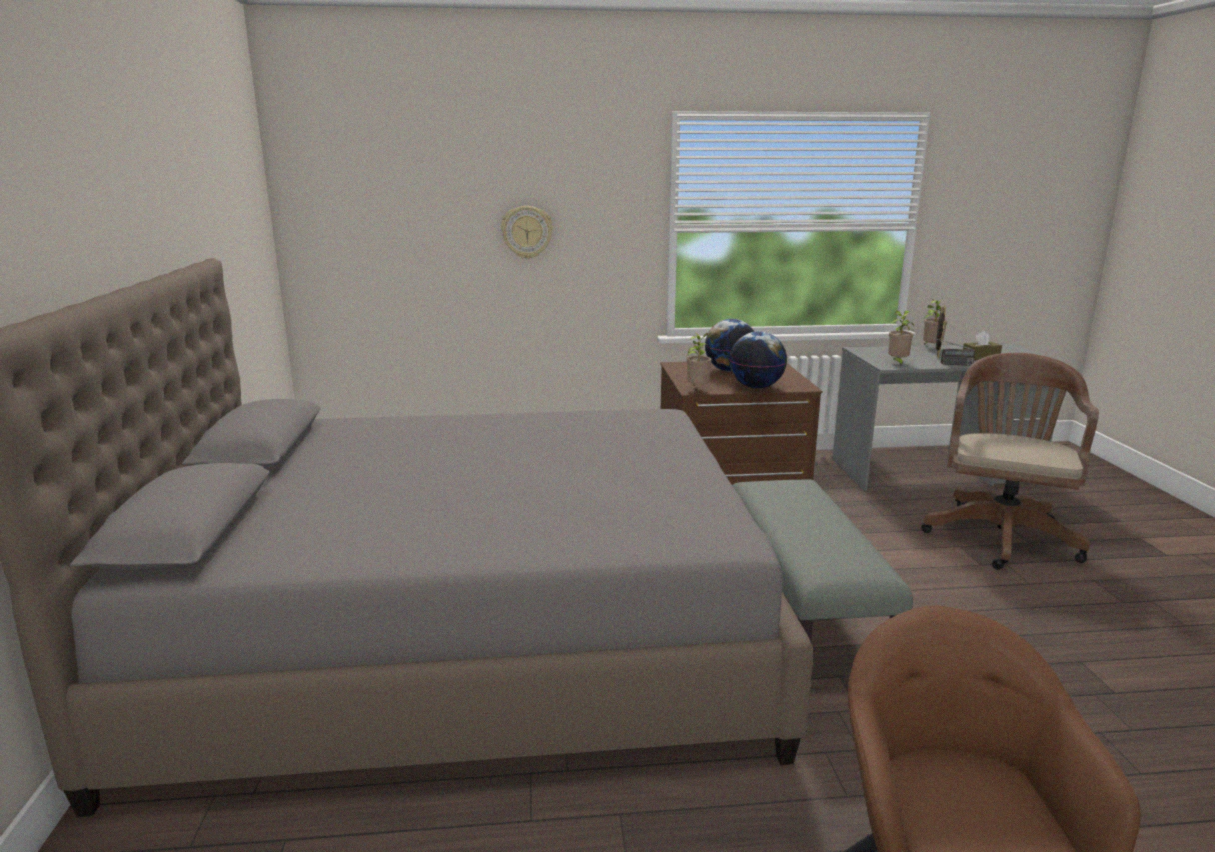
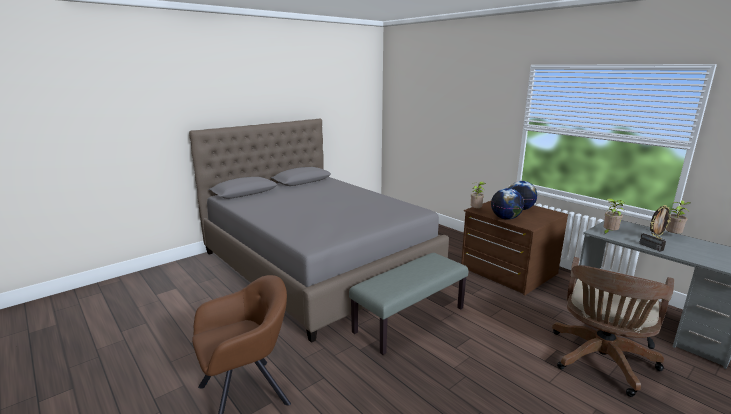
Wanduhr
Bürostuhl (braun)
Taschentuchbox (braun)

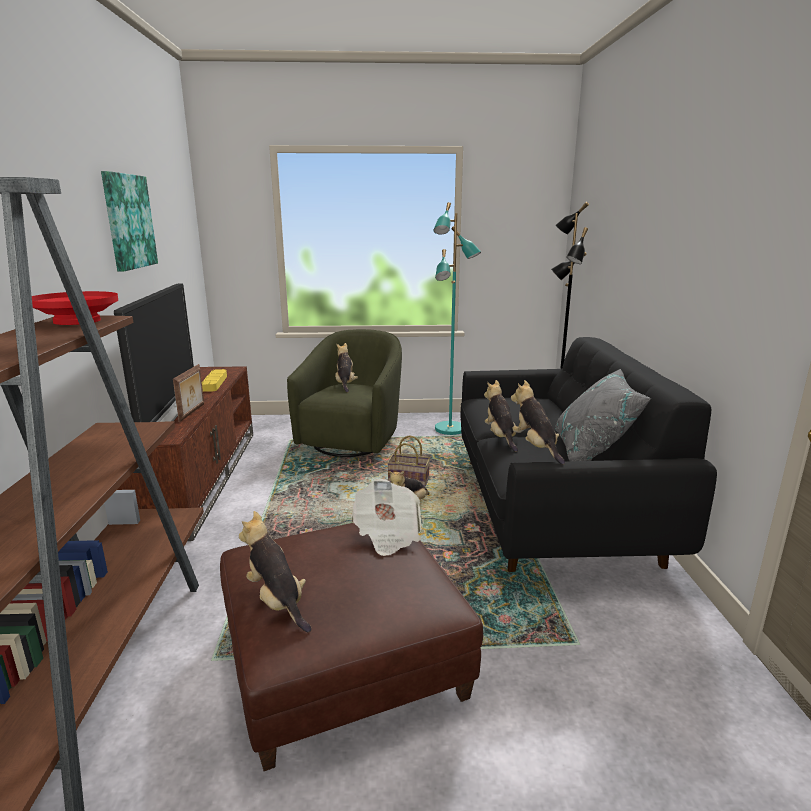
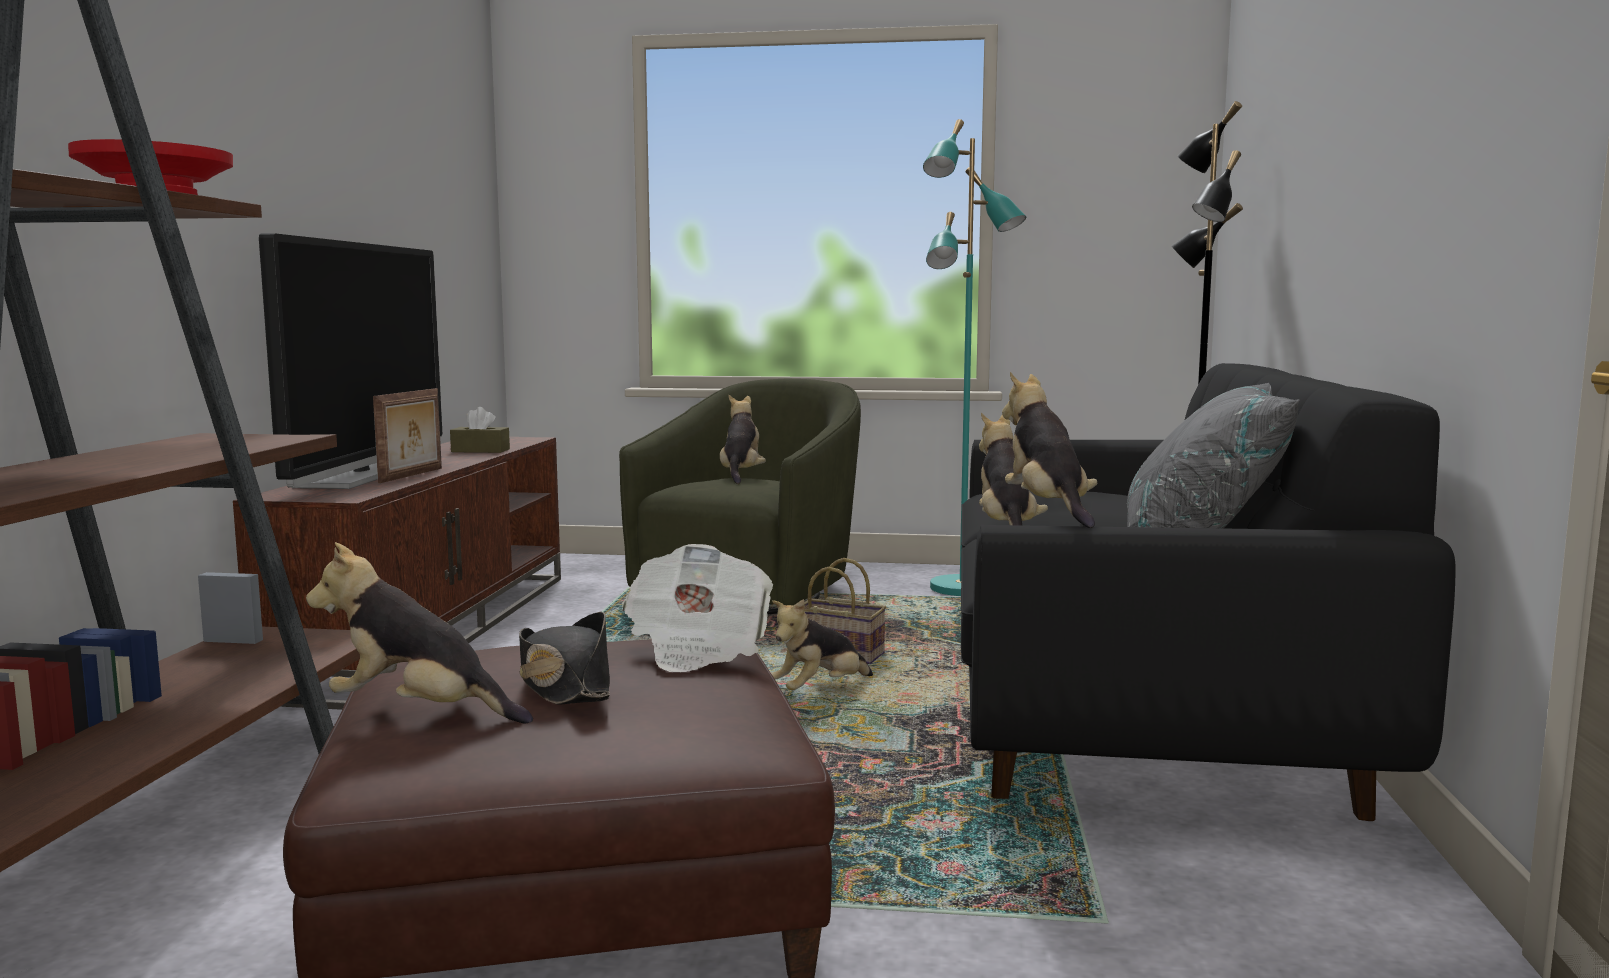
Bild
Taschentuchbox (braun)
Plüschtier (no. 1 from left)
Hut (schwarz)

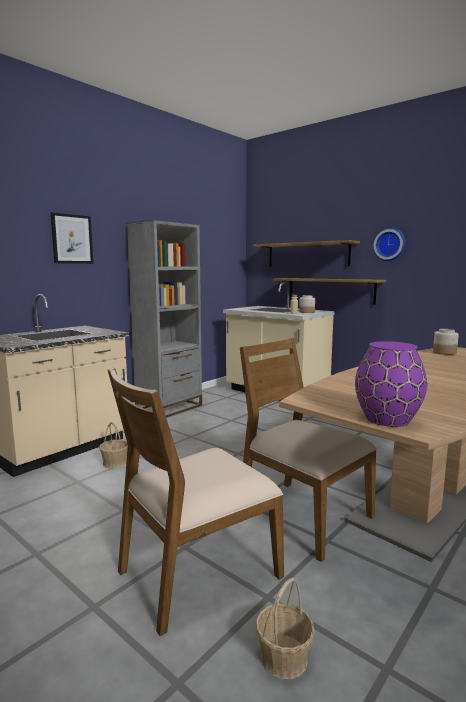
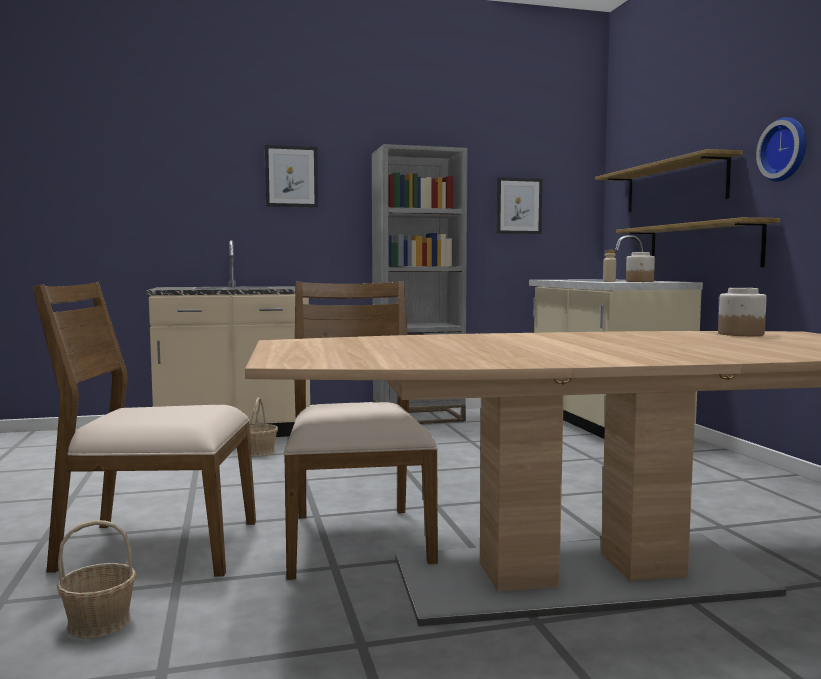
Vase (lila)
Bild (no. 2 from left)

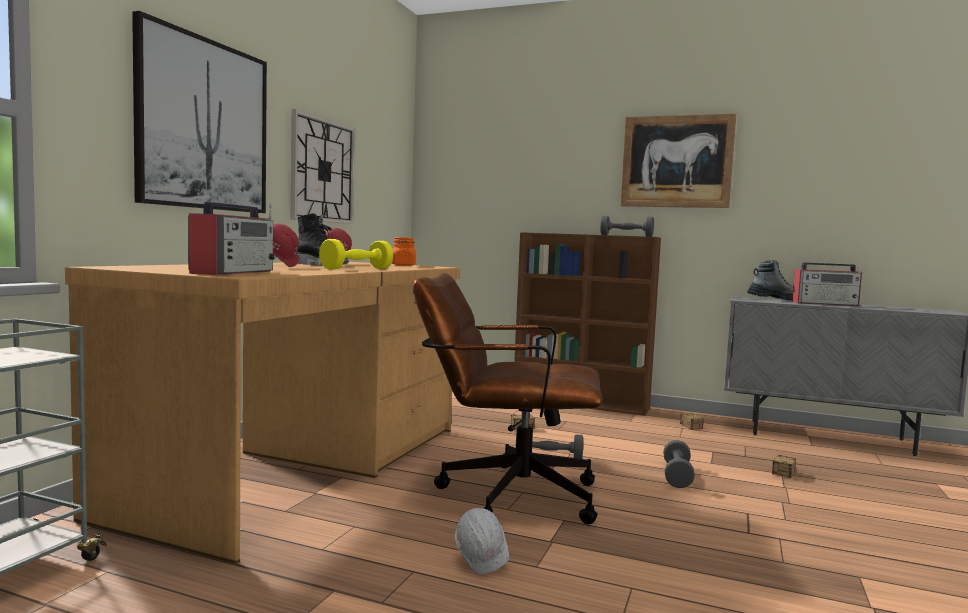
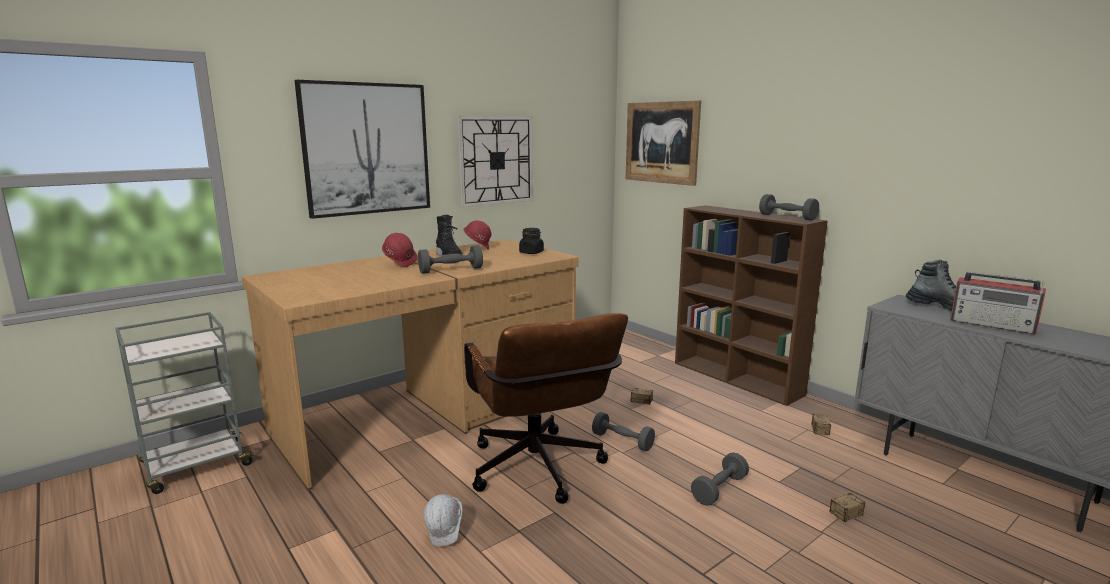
Radio (no. 1 from left in the first image)
Hantel (grau) (no. 1 from left)
Vorratsglas (schwarz)
Bürostuhl (braun)
Bild (no. 2 from left)

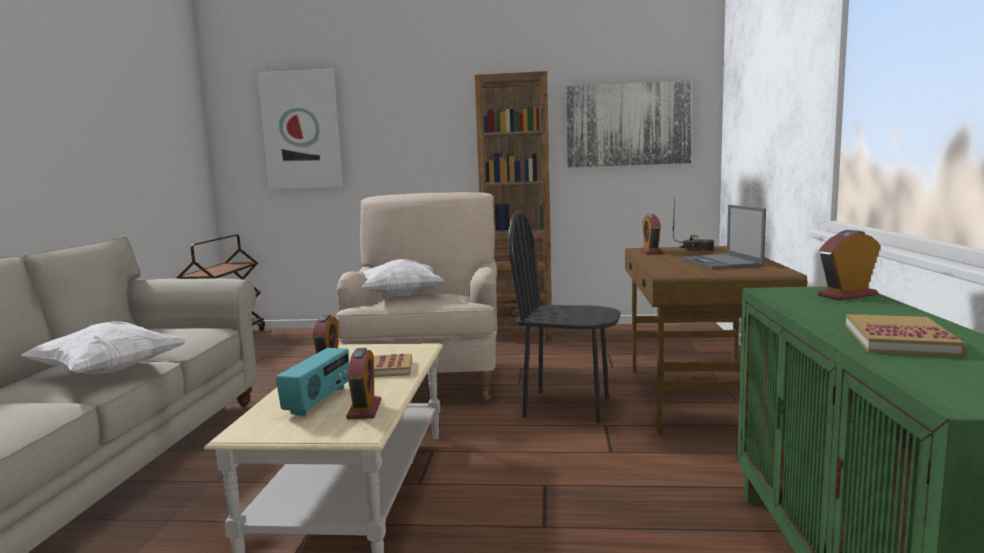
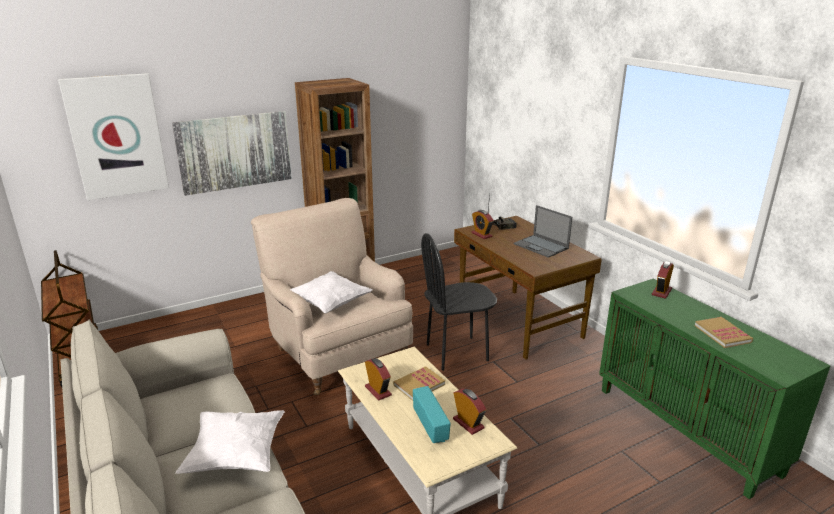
Bild (no. 2 from left)

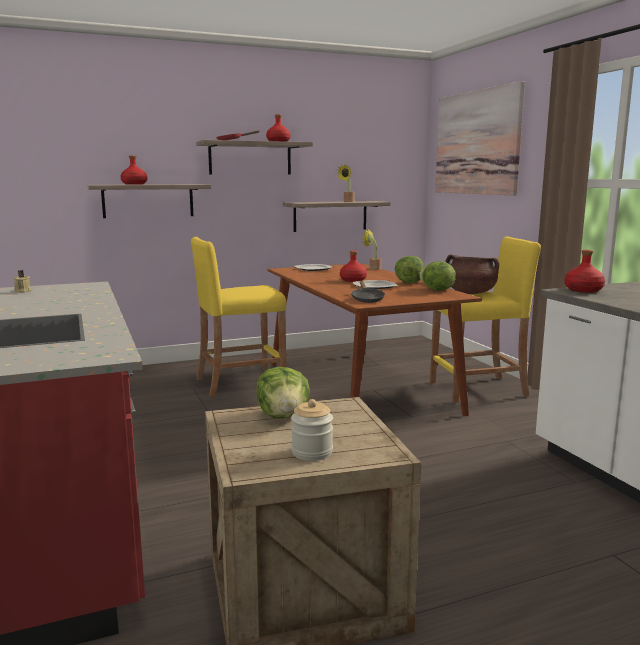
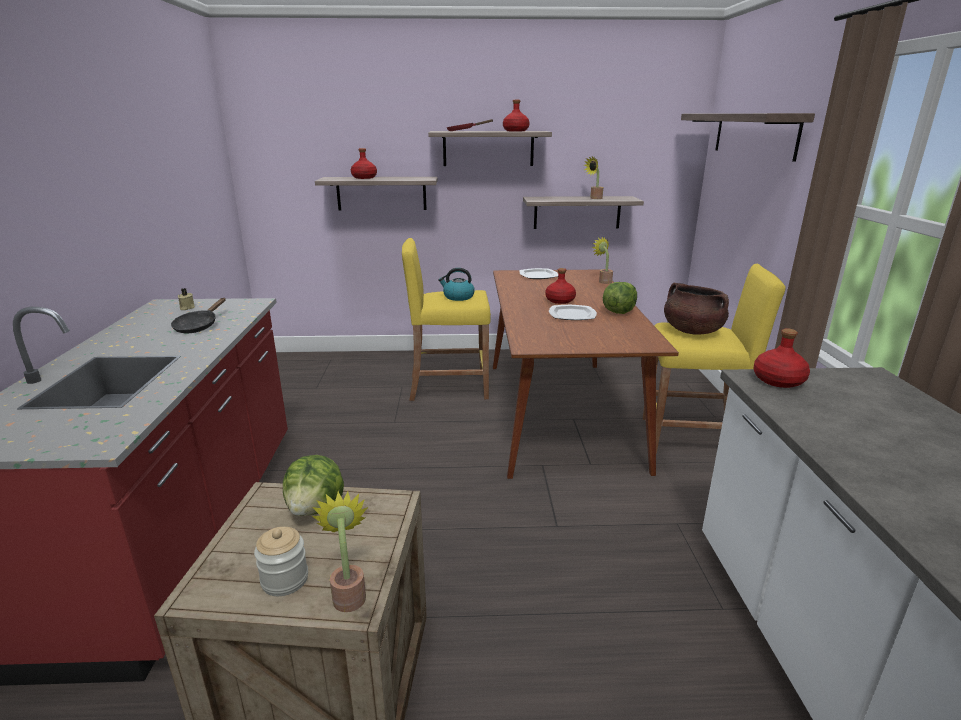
Pfanne (schwarz)
Salatkopf (no. 3 from left in the first image)
Wandregal (no. 4 from left)
Topfpflanze (no. 1 from left)
Wasserkessel

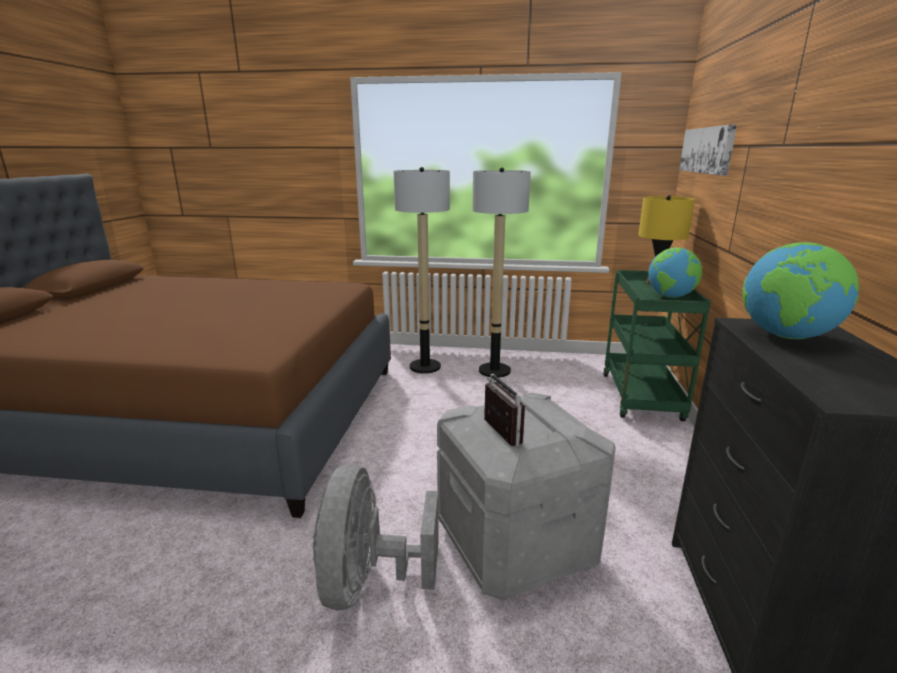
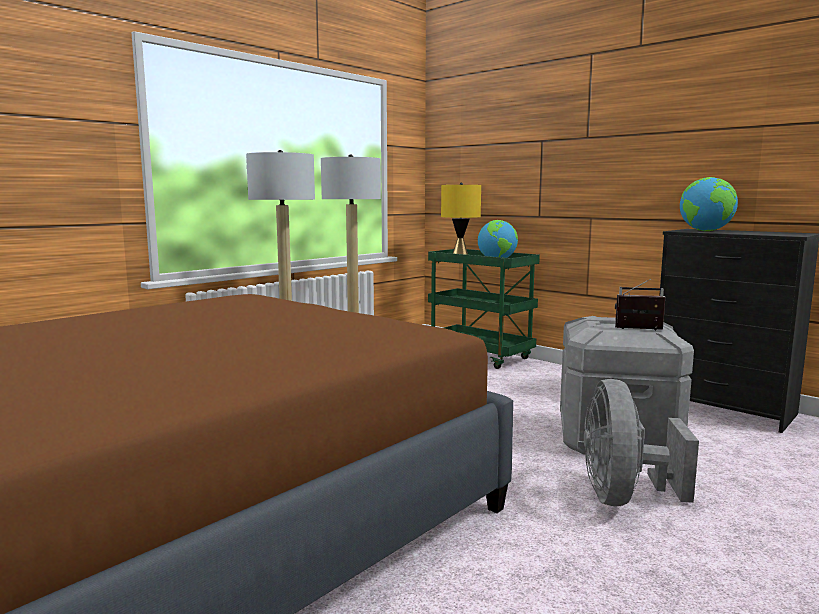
Ventilator (grau)
Bild

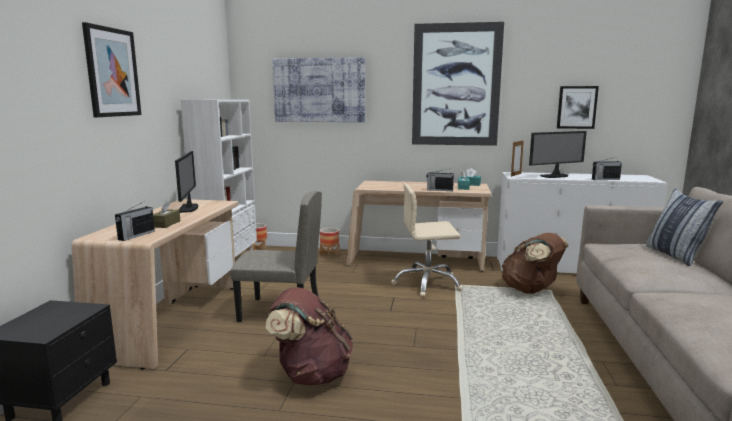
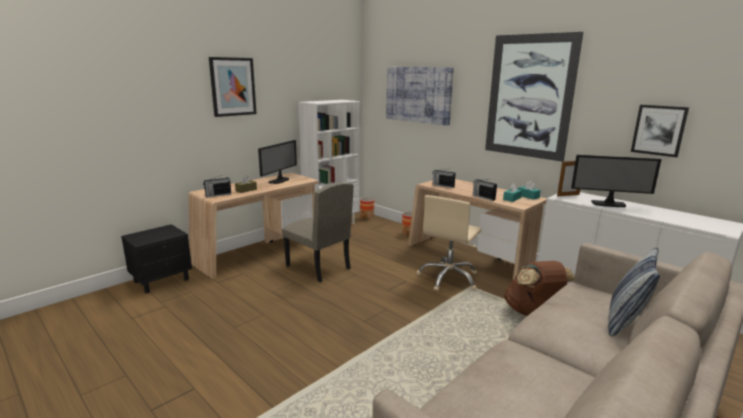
Rucksack (braun) (no. 1 from left in the first image)
Bürostuhl (beige)
Radio (no. 2 from left)

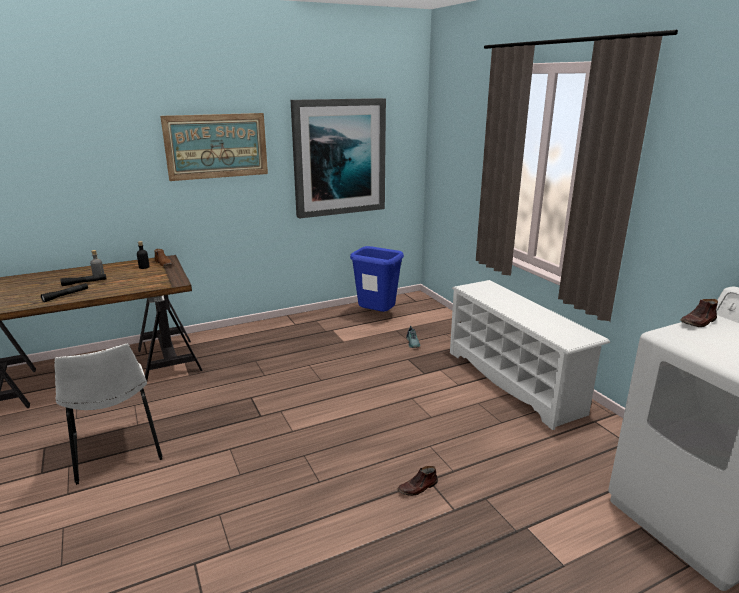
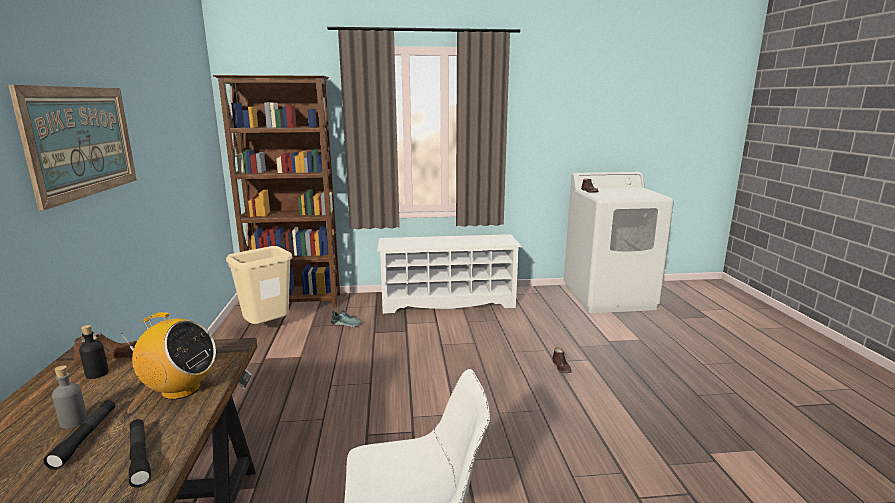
Bild (no. 2 from left in the first image)
Mülleimer (beige)
Radio
Bücherregal (braun)

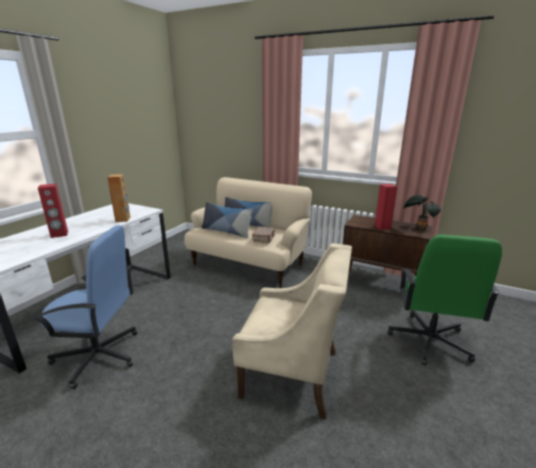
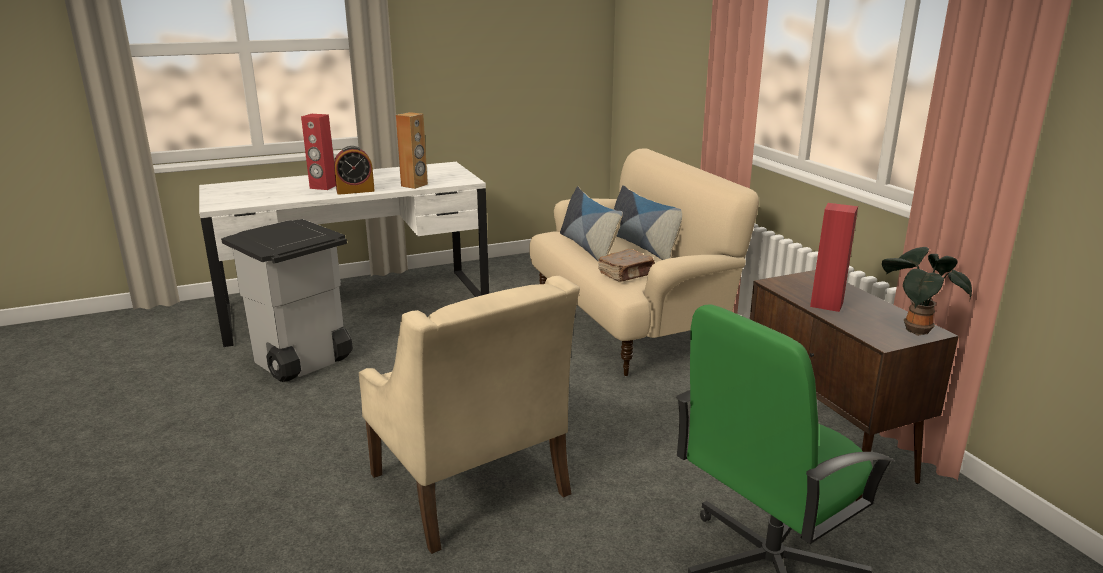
Mülleimer (grau)
Wecker

